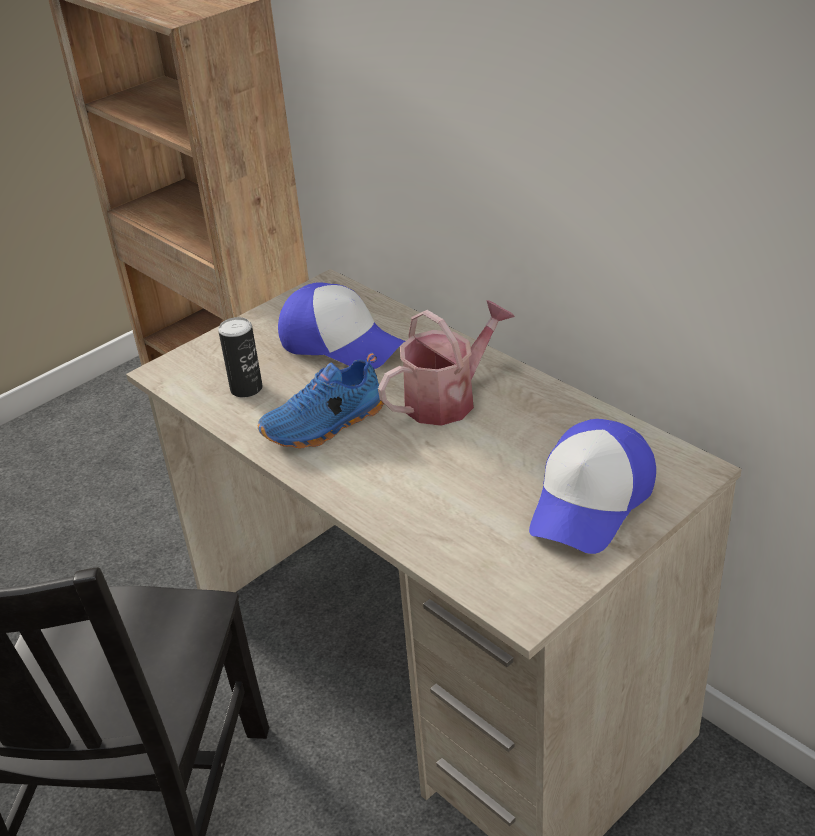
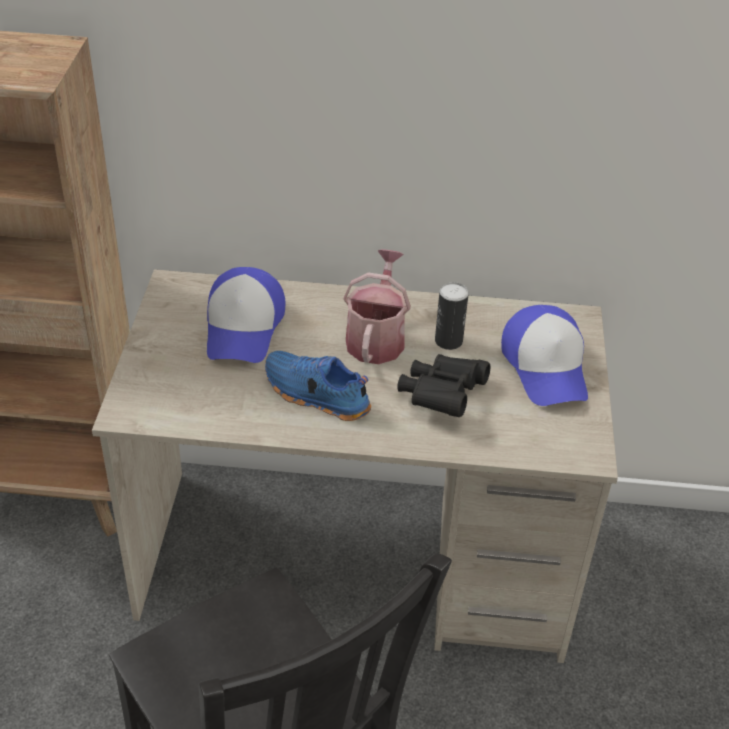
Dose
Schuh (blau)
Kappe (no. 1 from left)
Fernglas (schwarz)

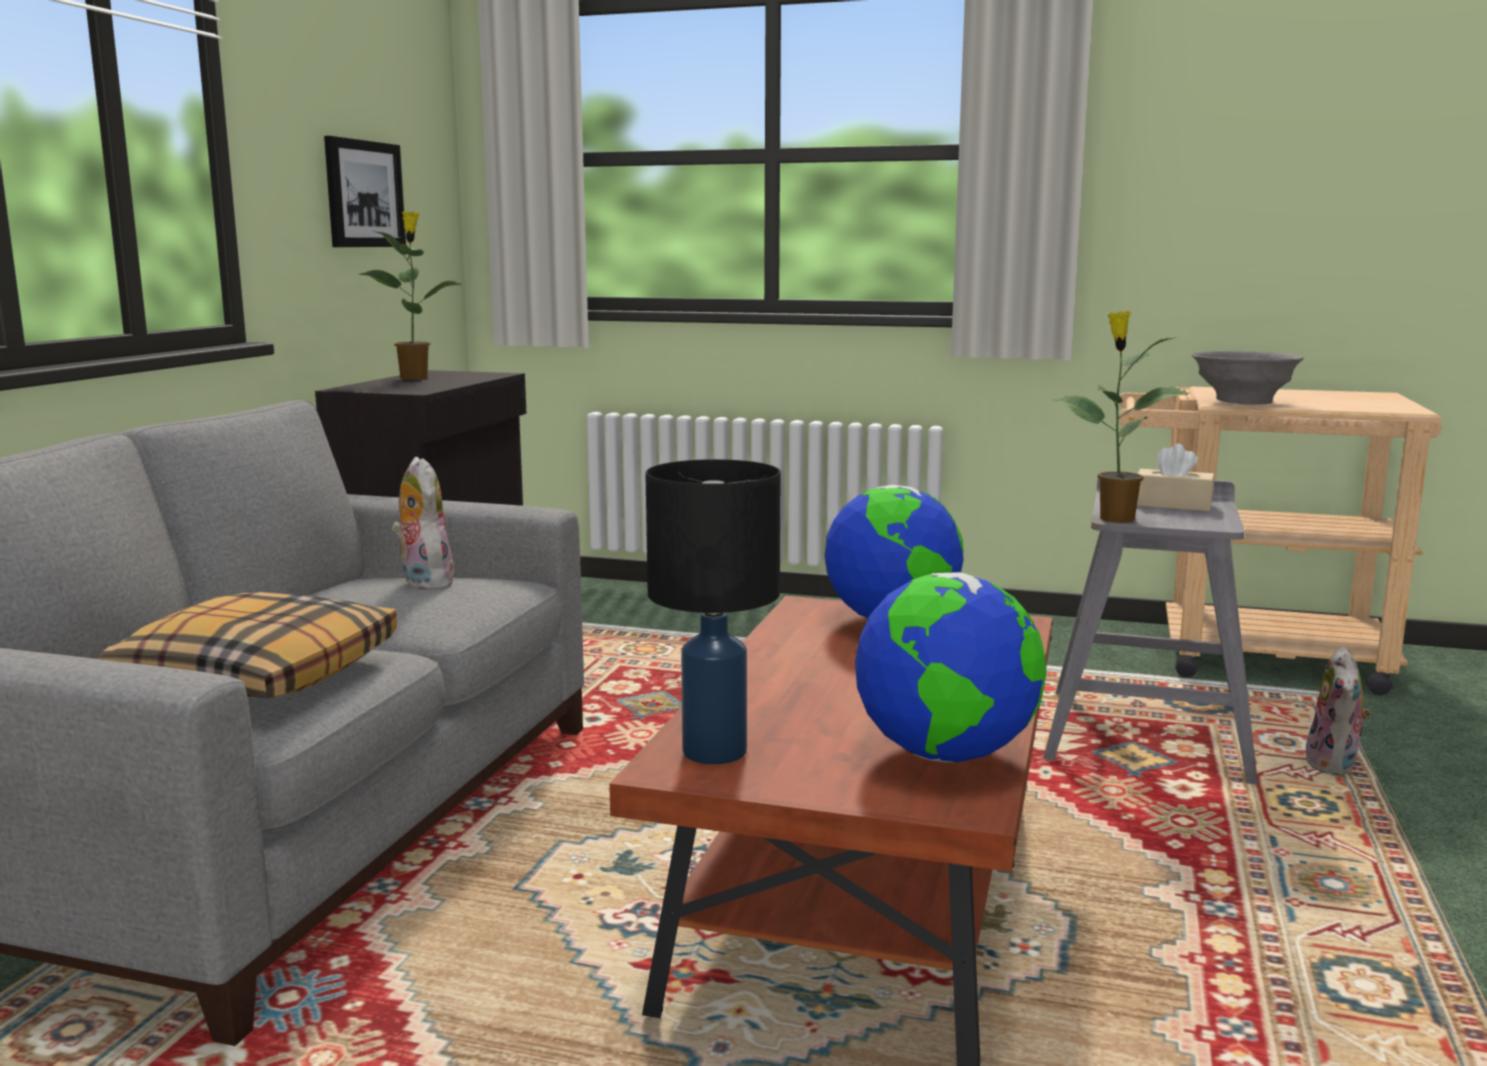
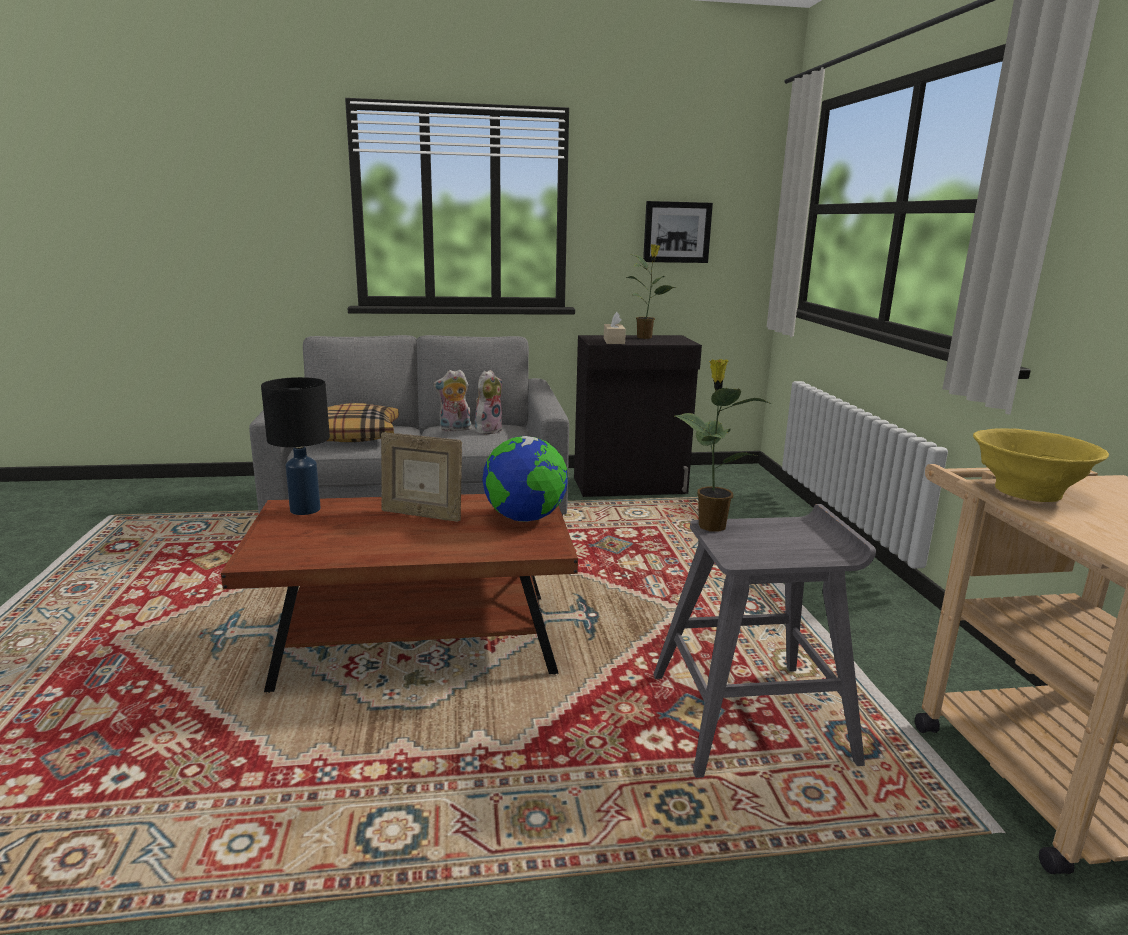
Globus (no. 2 from left in the first image)
Taschentuchbox (beige)
Schüssel (gelb)
Plüschtier (no. 1 from left)
Bilderrahmen

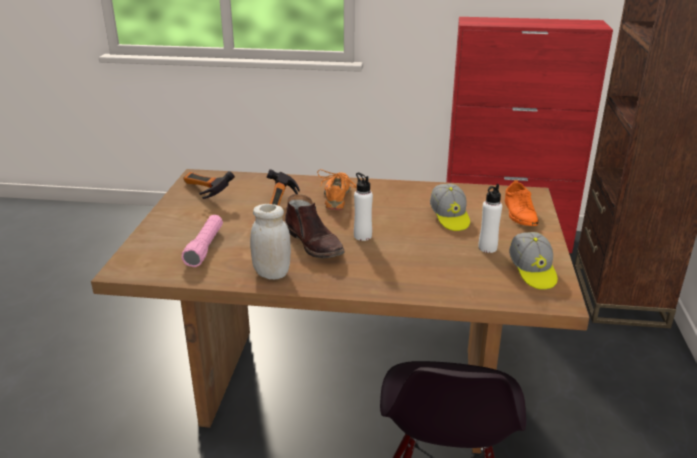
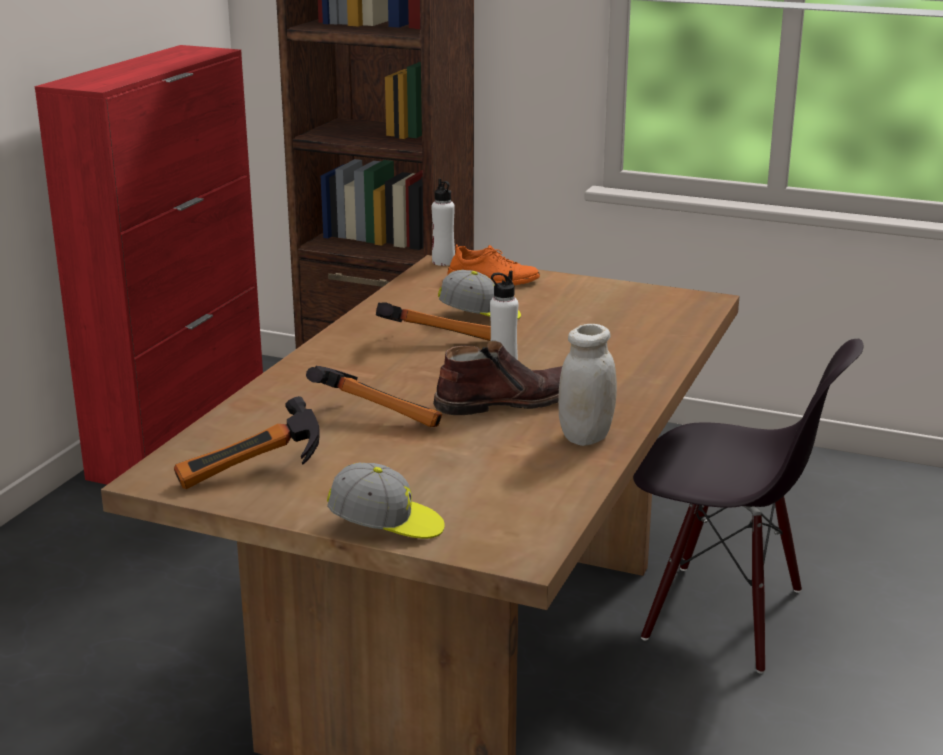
Taschenlampe (rosa)
Schuh (orange) (no. 1 from left in the first image)
Flasche (weiß) (no. 1 from left)
Kappe (no. 1 from left)
Hammer (no. 3 from left)

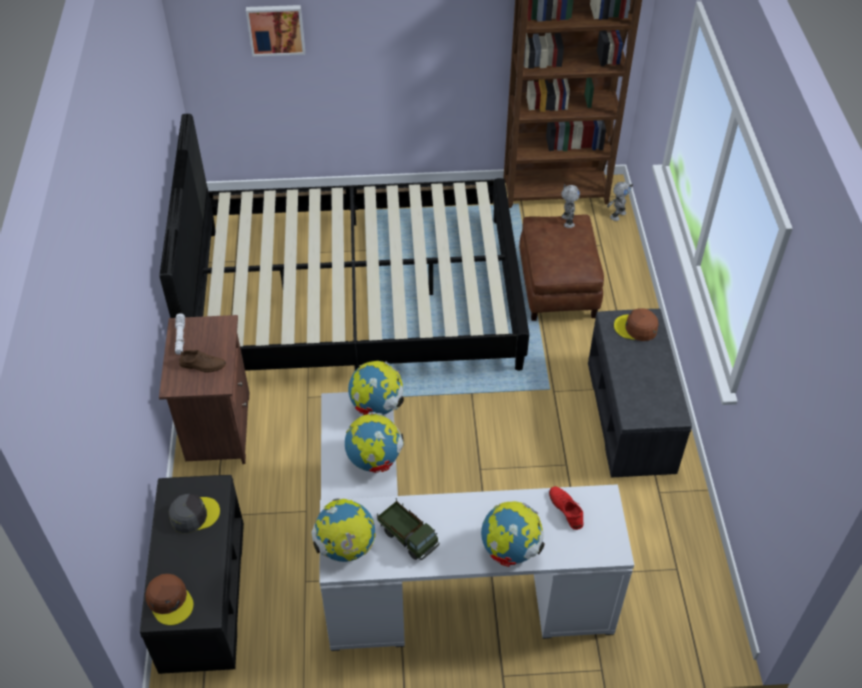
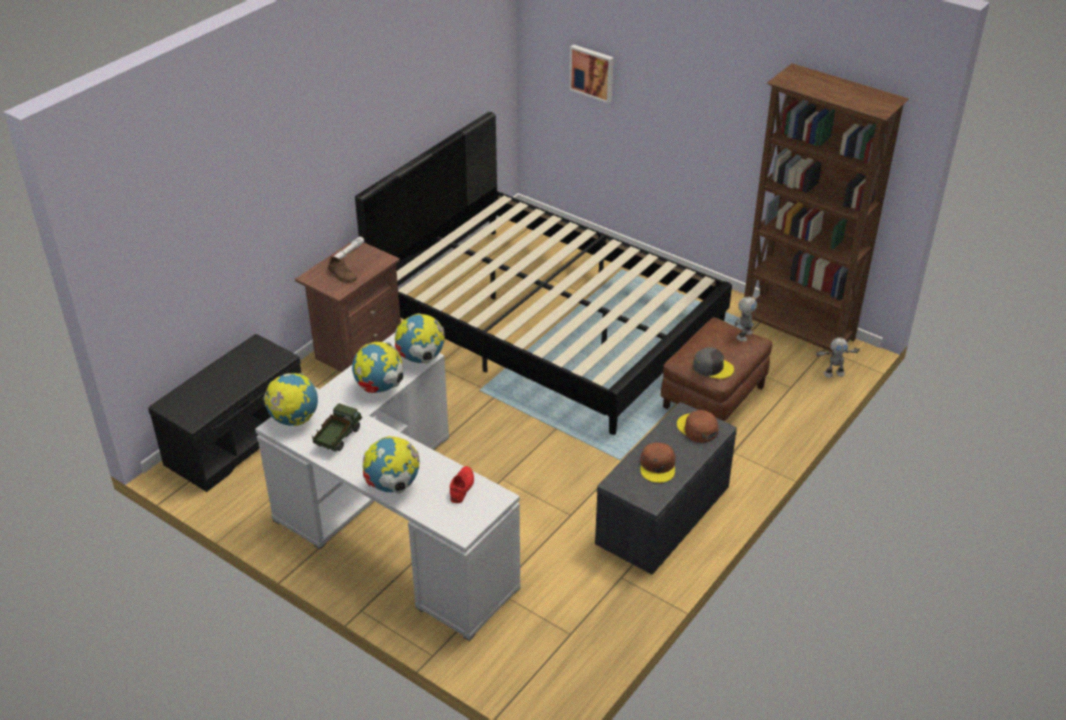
Kappe (braun) (no. 1 from left)
Kappe (grau)
Spielzeuglaster

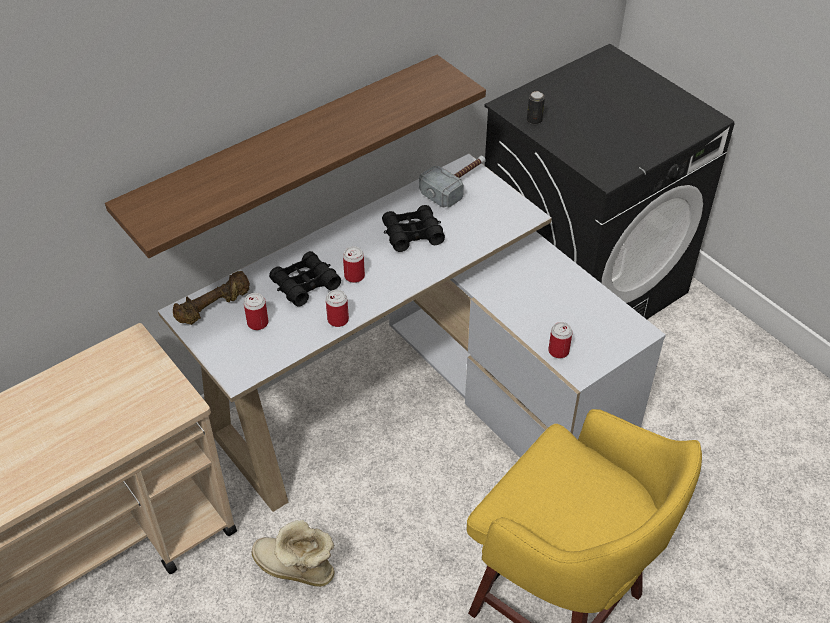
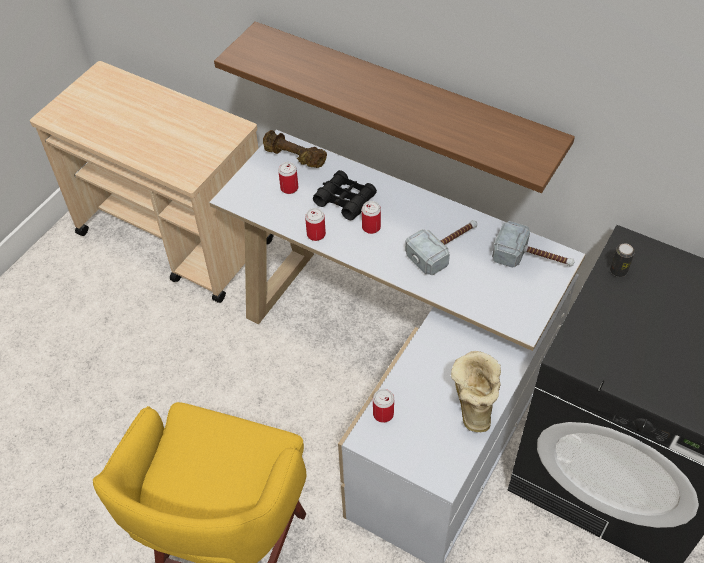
Stiefel
Hammer (no. 1 from left)

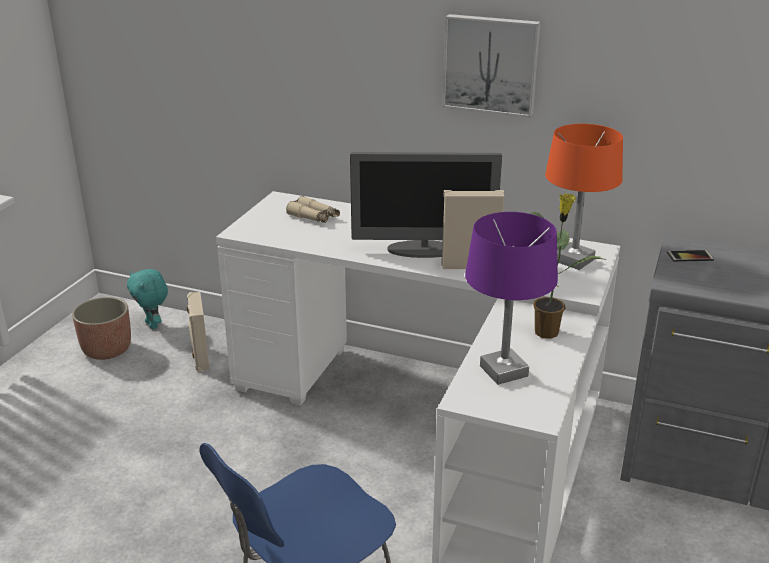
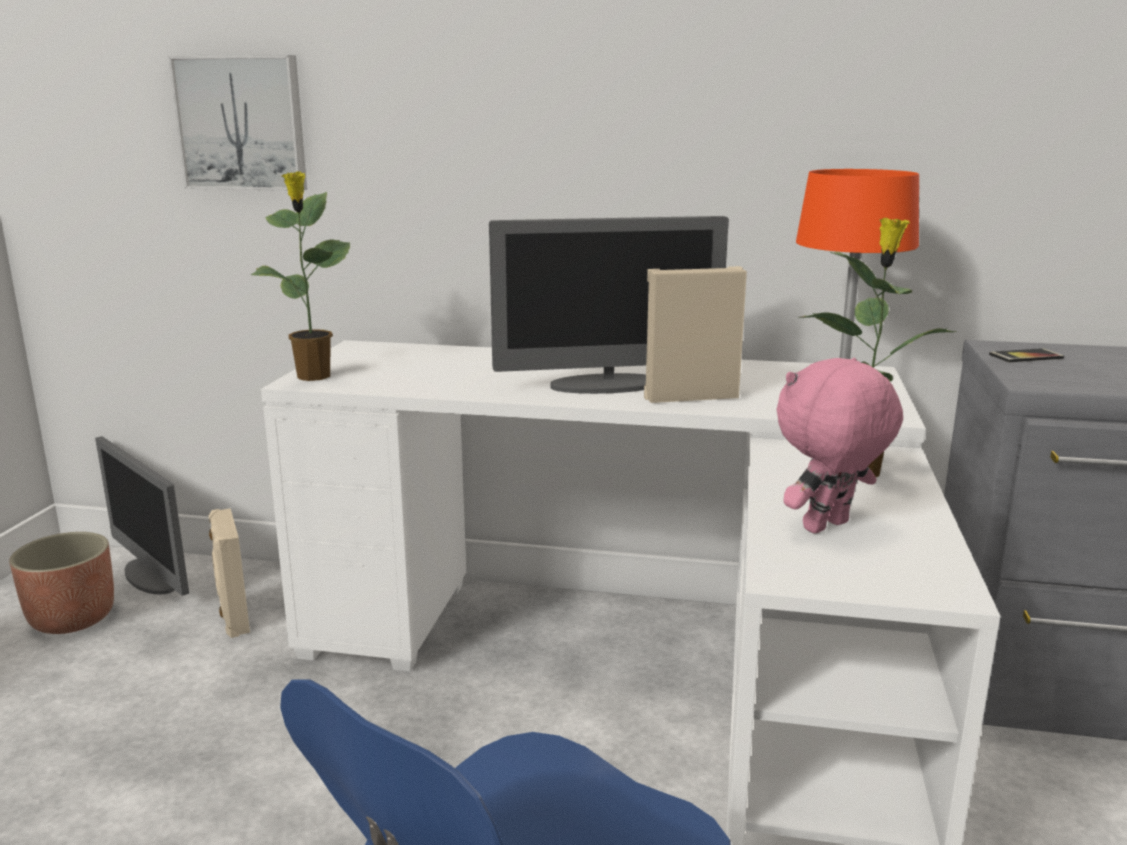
Monitor (no. 1 from left)
Fernglas (beige)
Bild
Plüschtier (rosa)
Topfpflanze (no. 1 from left)

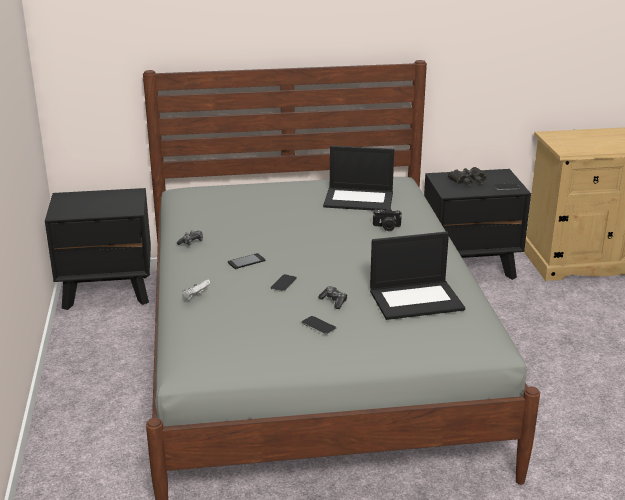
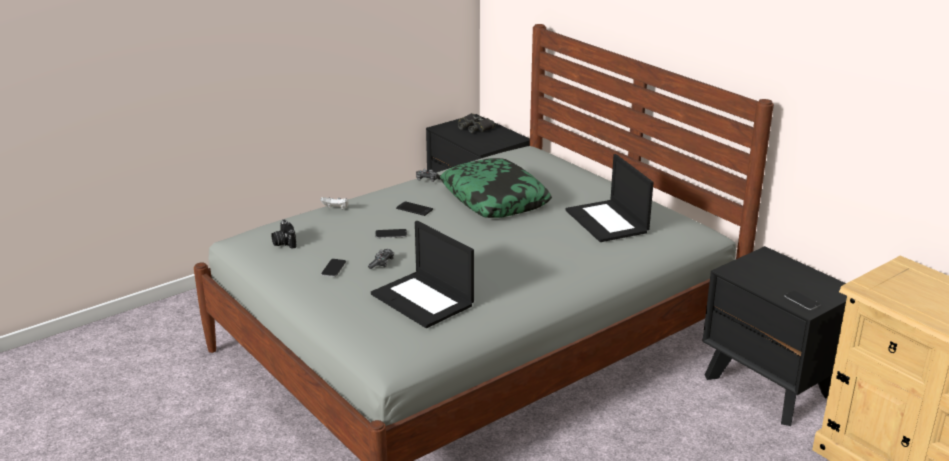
Kamera
Fernglas (schwarz)
Kissen

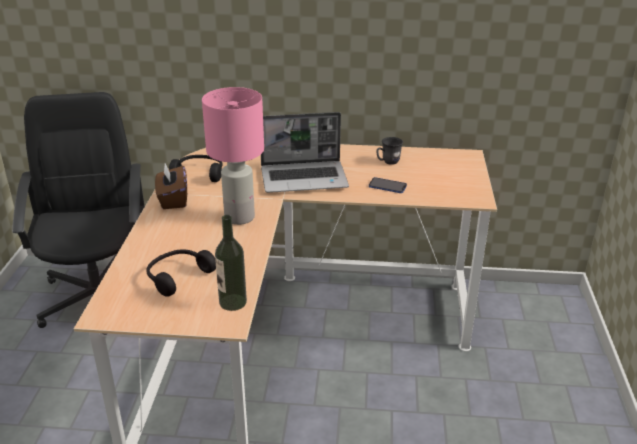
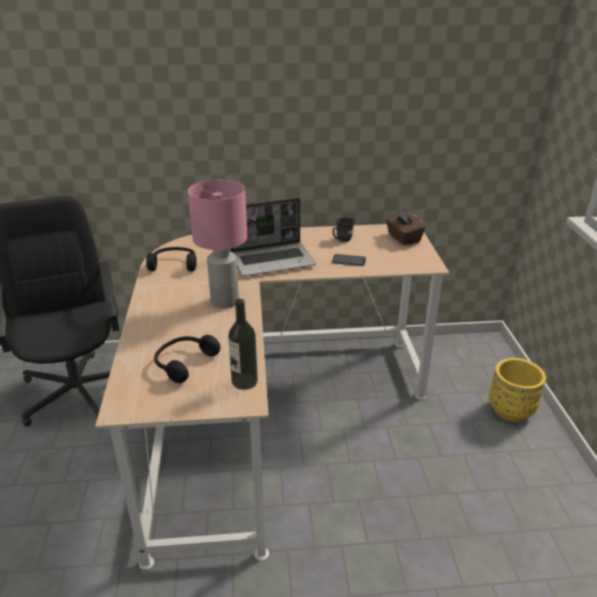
Taschentuchbox (braun)
Pflanzkübel (gelb)

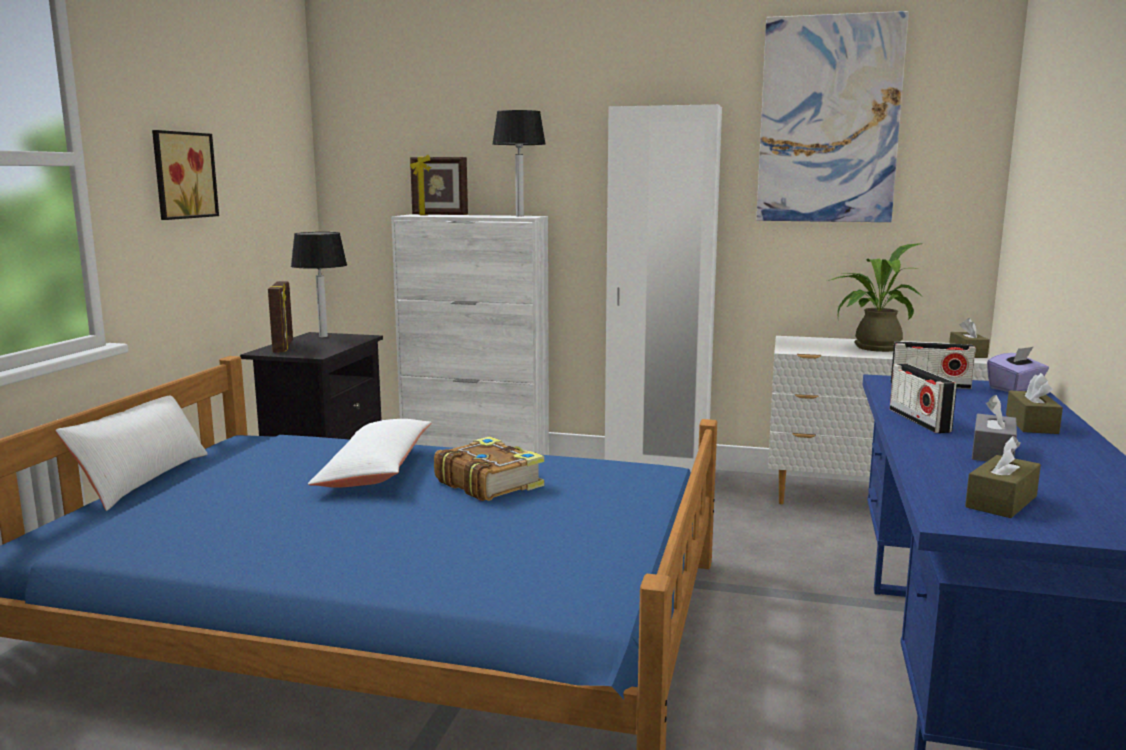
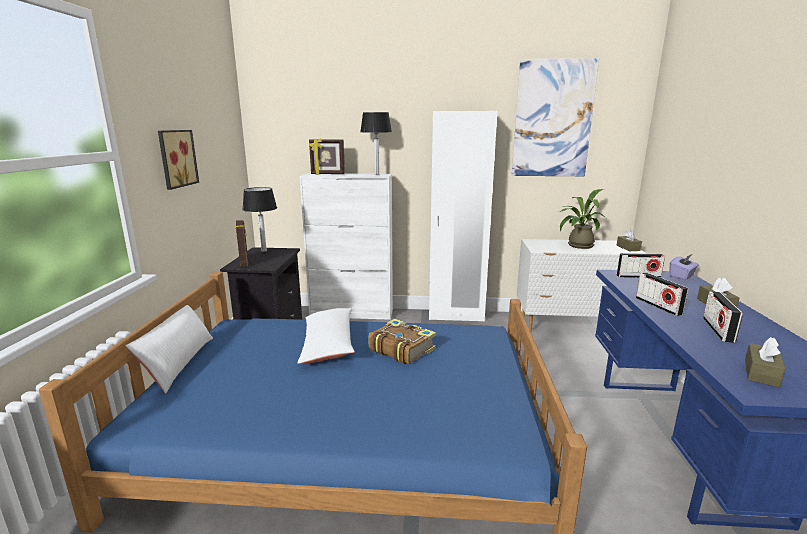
Radio (no. 3 from left)

